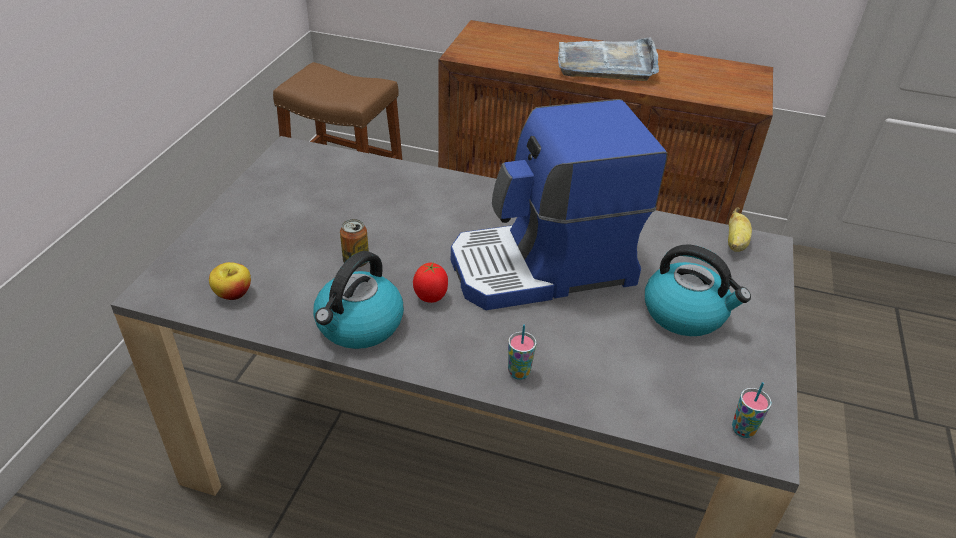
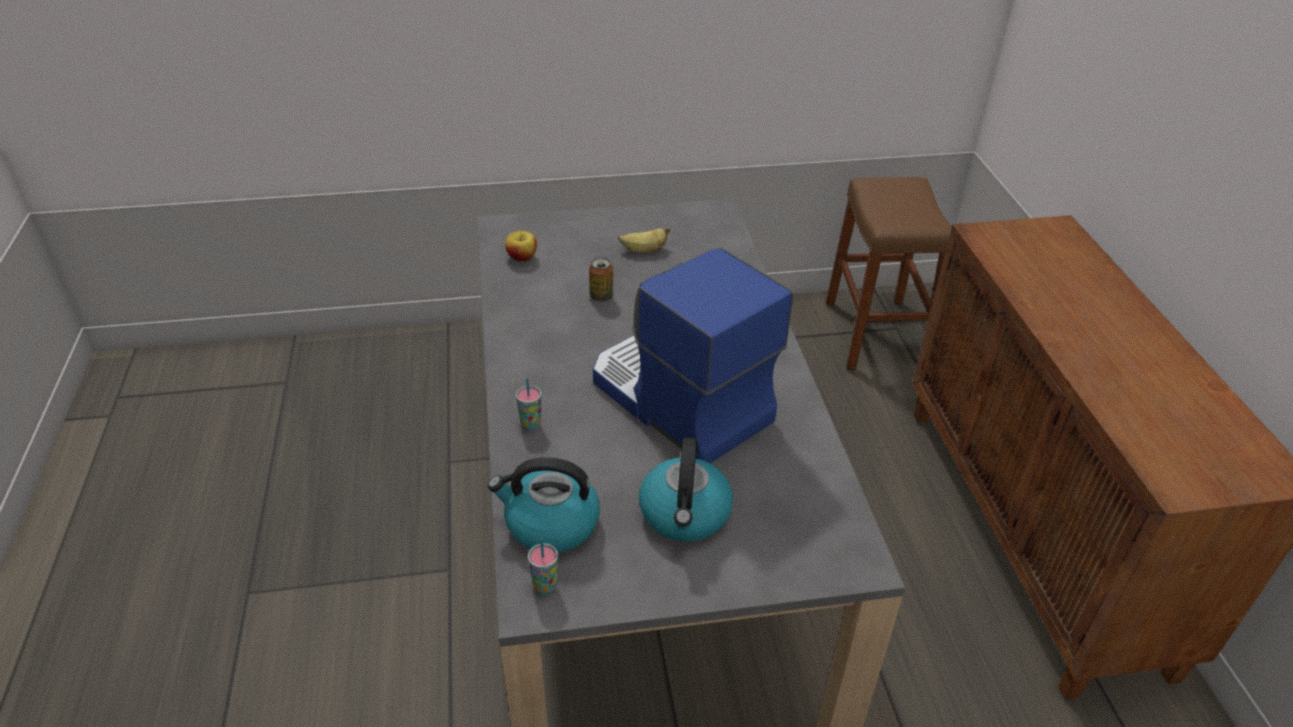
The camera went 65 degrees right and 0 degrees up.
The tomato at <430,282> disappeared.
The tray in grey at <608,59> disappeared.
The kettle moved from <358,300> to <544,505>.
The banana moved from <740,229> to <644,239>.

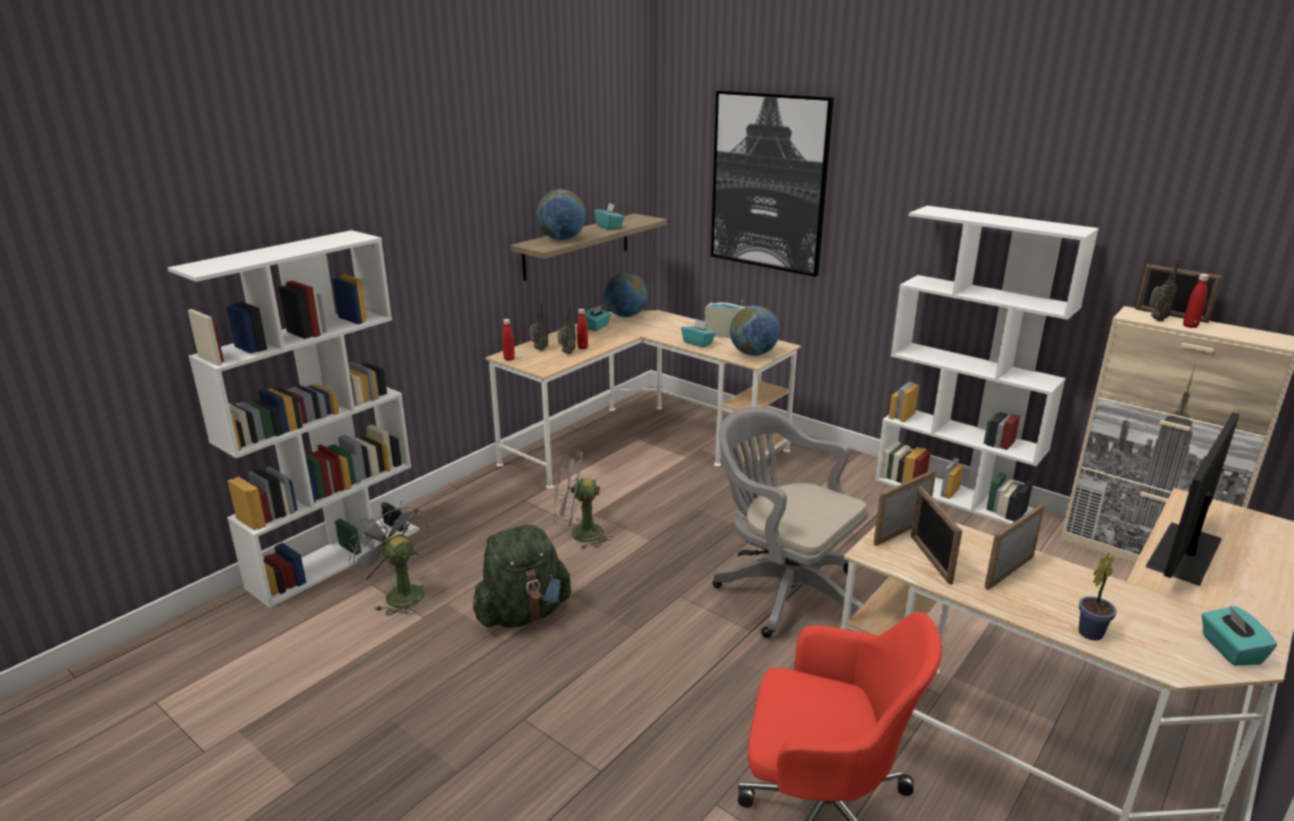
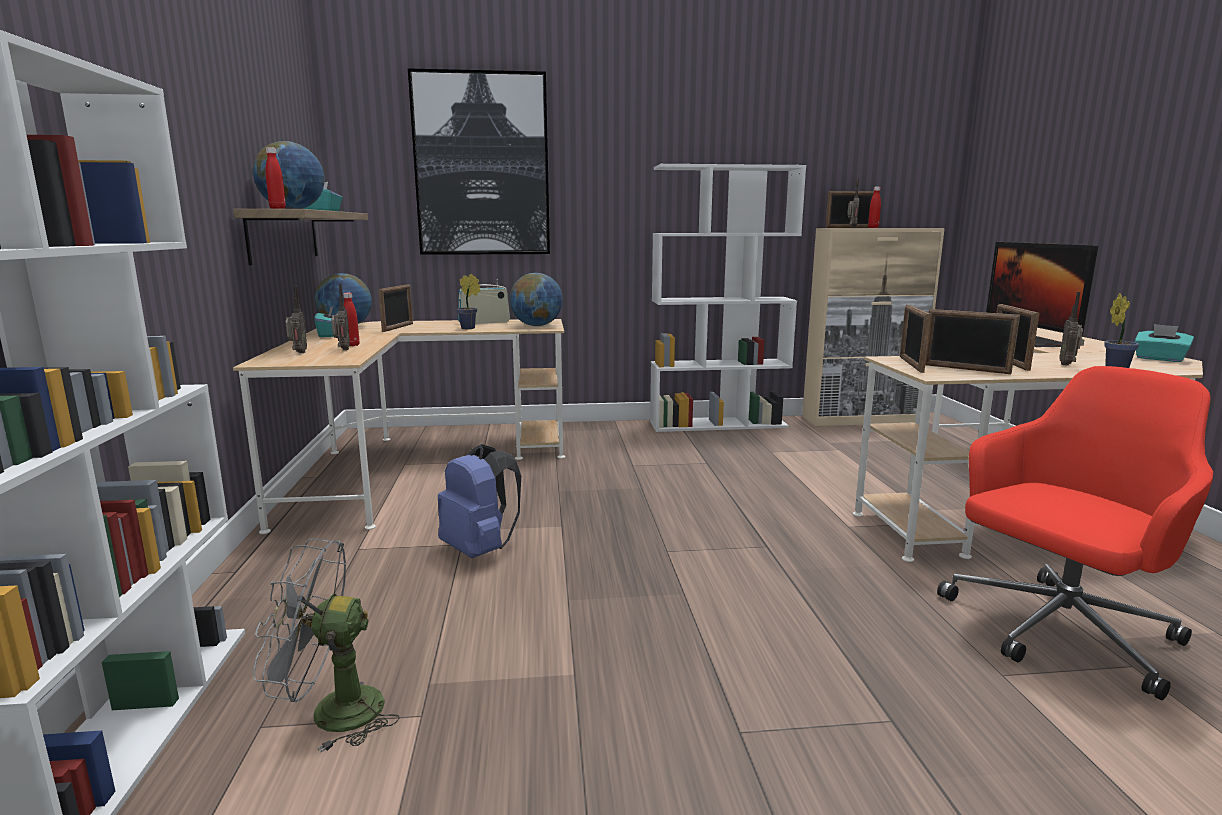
The camera went 45 degrees left and 10 degrees down.
The backpack in green at <522,576> disappeared.
The office chair in grey at <790,522> disappeared.
The picture frame at <395,308> appeared.
The radio at <1071,328> appeared.
The bottle in red moved from <508,340> to <275,178>.
The fan in grey at <584,500> was replaced by the backpack in blue at <479,501>.
The tissue box in turquoise at <698,333> was replaced by the potted plant at <469,301>.

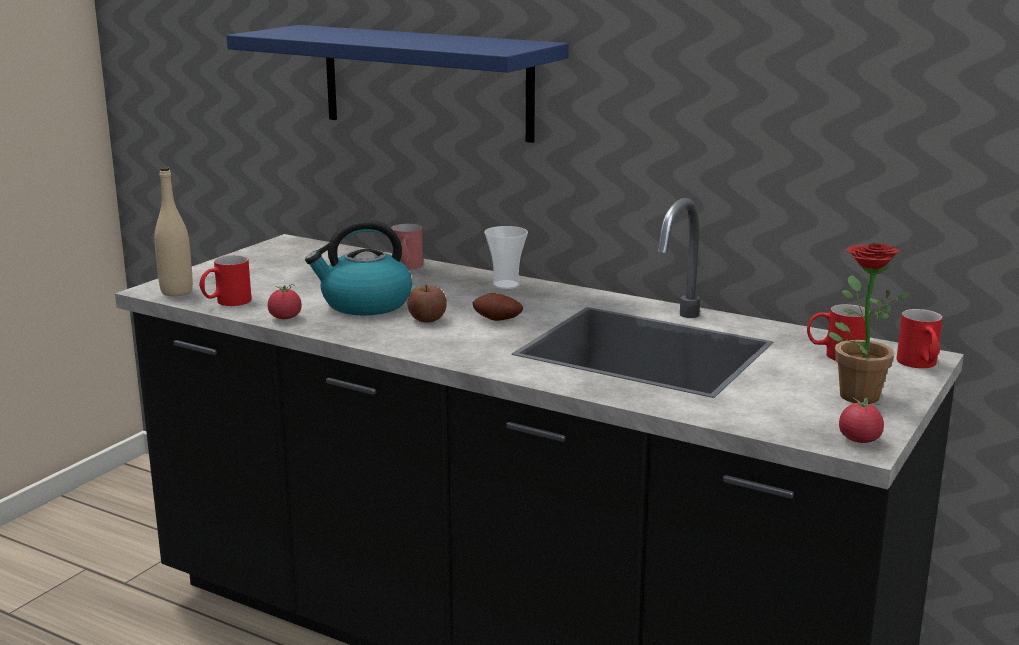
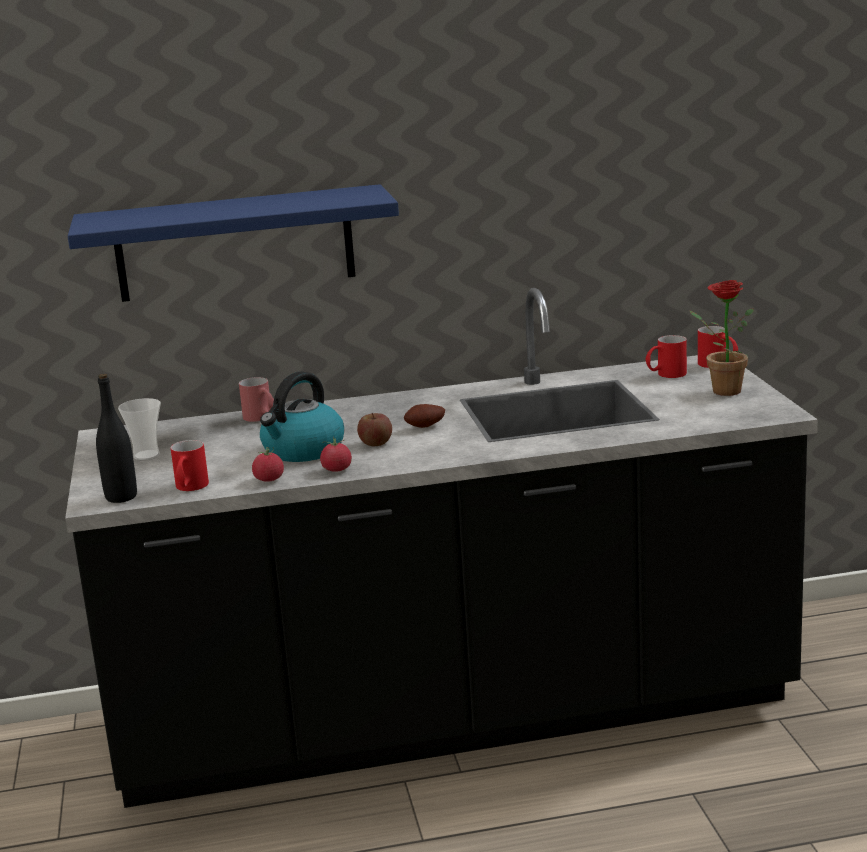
The camera went 40 degrees left and 0 degrees up.
The cup moved from <506,258> to <139,429>.
The tomato moved from <861,419> to <336,454>.
The bottle in beige at <173,231> became the bottle in black at <116,438>.

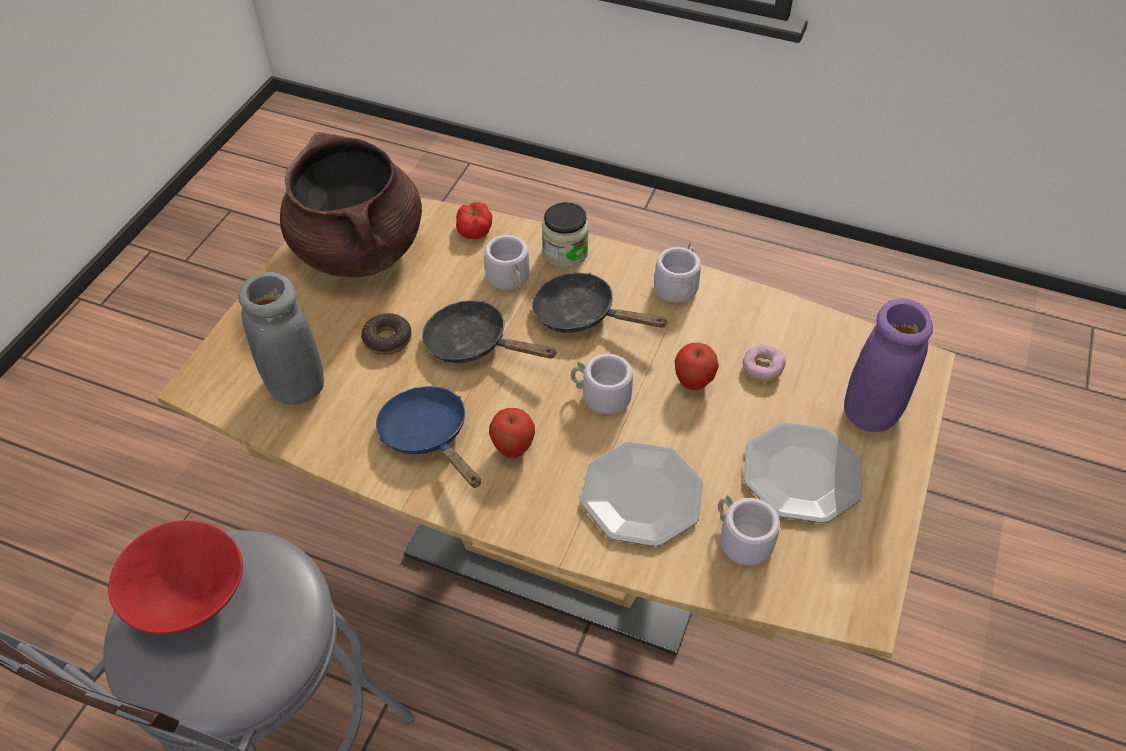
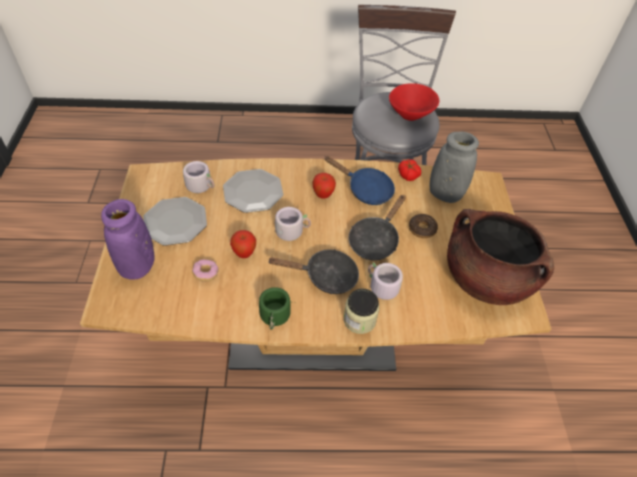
The camera went 155 degrees right and 0 degrees up.
The tomato moved from <474,220> to <409,170>.
The mug in grey at <670,272> became the mug in green at <278,308>.
The frying pan in black at <489,331> turned 120 degrees clockwise.

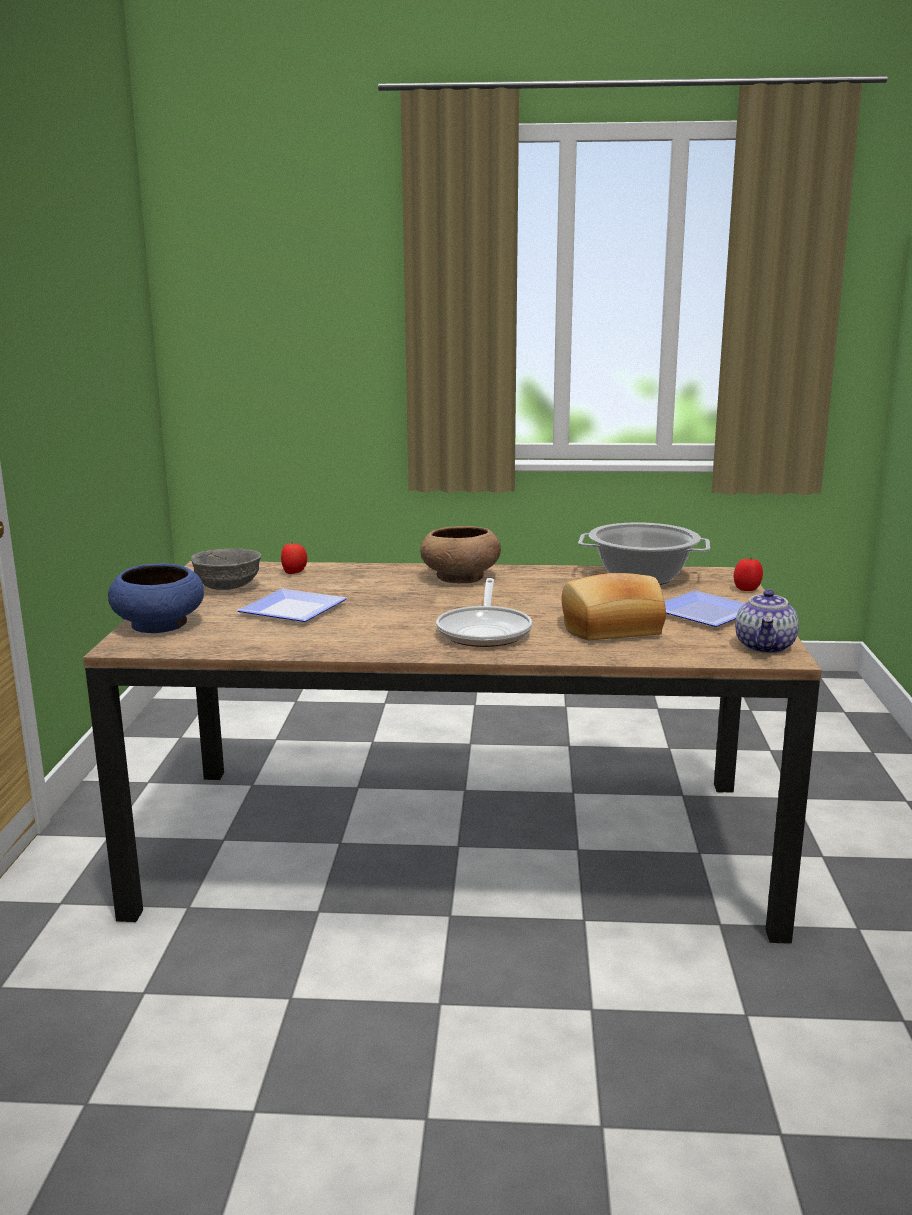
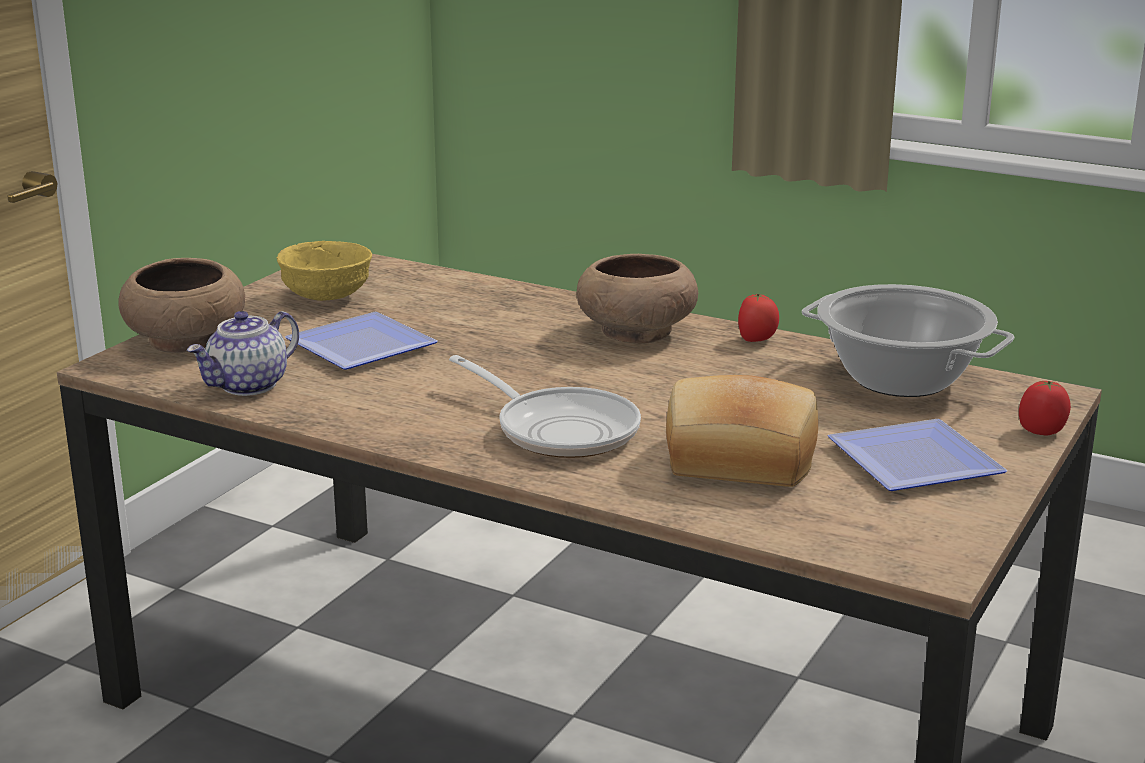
The camera went 25 degrees right and 5 degrees up.
The tomato moved from <294,558> to <758,318>.
The teapot moved from <767,621> to <243,353>.
The bowl in blue at <156,598> became the bowl in brown at <182,305>.
The bowl in grey at <226,569> became the bowl in yellow at <324,271>.
The frying pan at <484,612> turned 75 degrees counterclockwise.

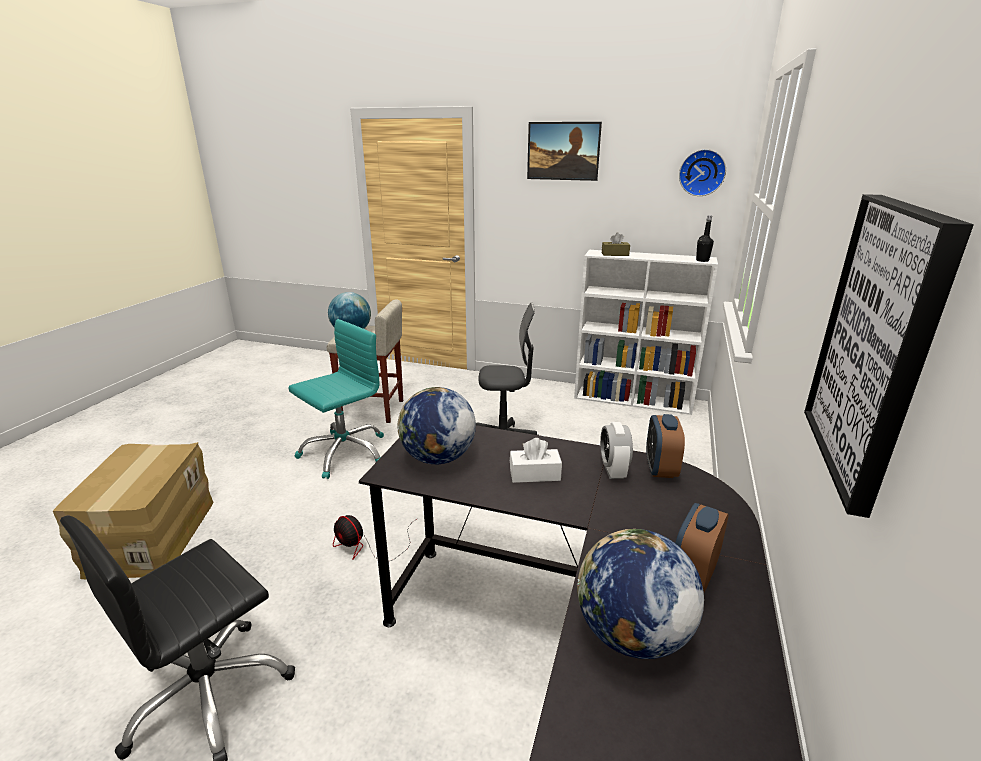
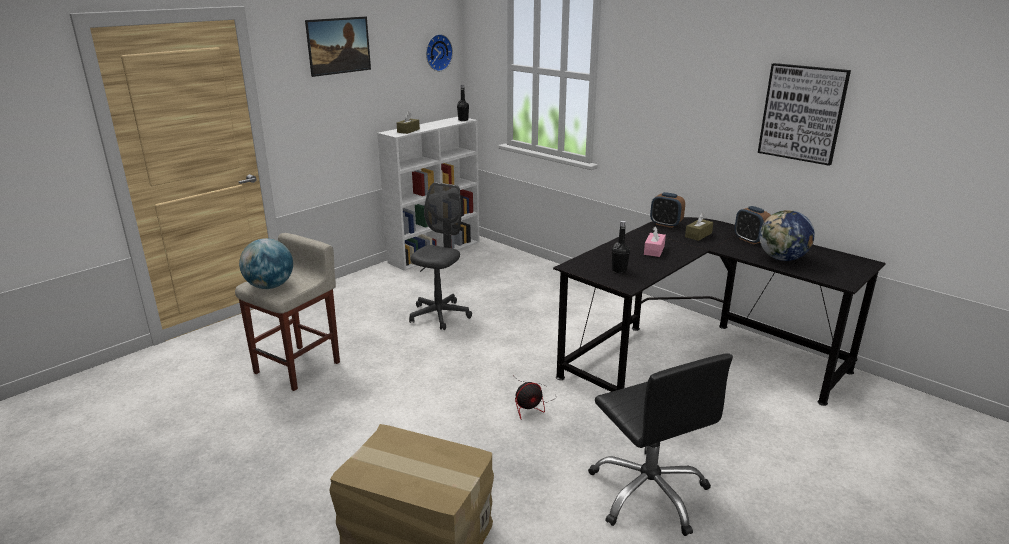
The camera went 65 degrees left and 0 degrees up.
The office chair in turquoise at <336,399> disappeared.
The alarm clock at <616,450> disappeared.
The tissue box in brown at <699,227> appeared.
The globe at <436,425> was replaced by the bottle in black at <621,247>.
The tissue box in white at <536,460> became the tissue box in pink at <655,242>.

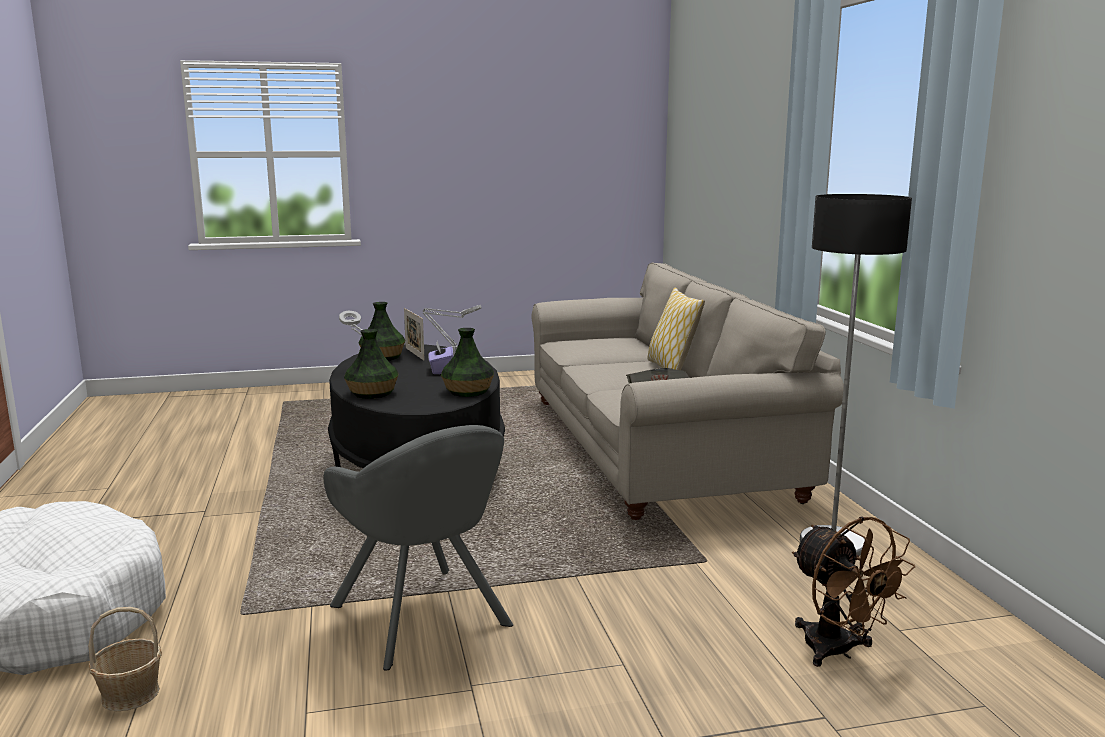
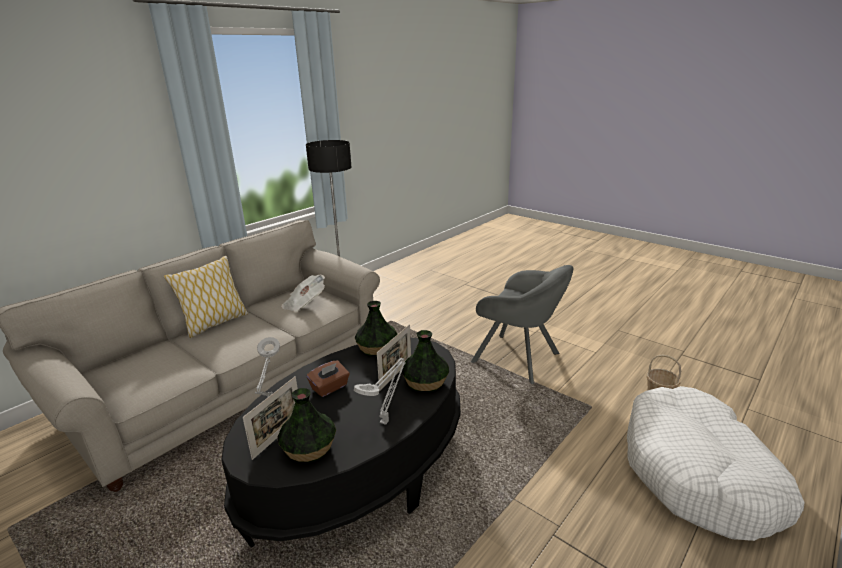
The camera went 125 degrees left and 10 degrees up.
The fan in brown at <853,591> disappeared.
The picture frame at <394,357> appeared.
The tissue box in purple at <440,357> became the tissue box in brown at <328,378>.
The armchair in grey at <418,548> turned 105 degrees clockwise.

